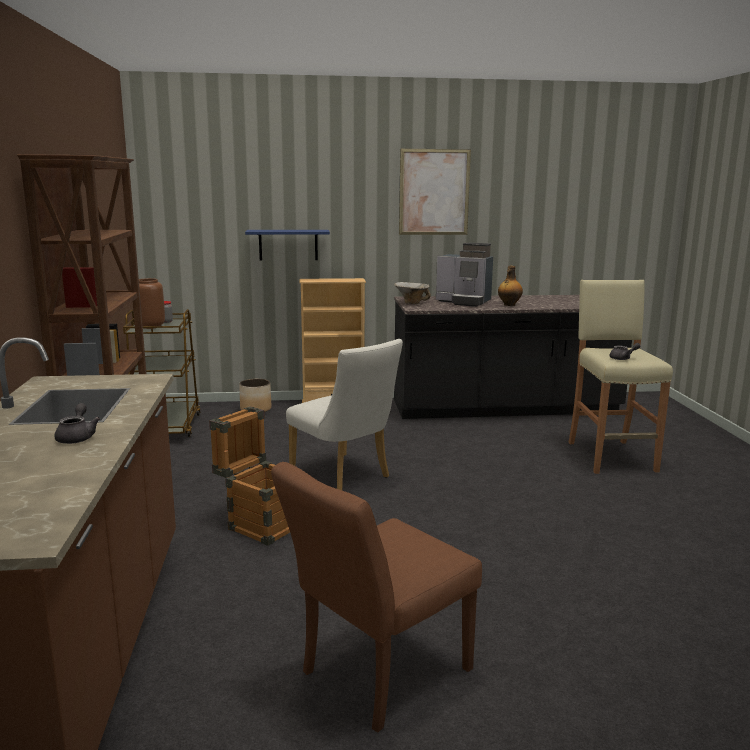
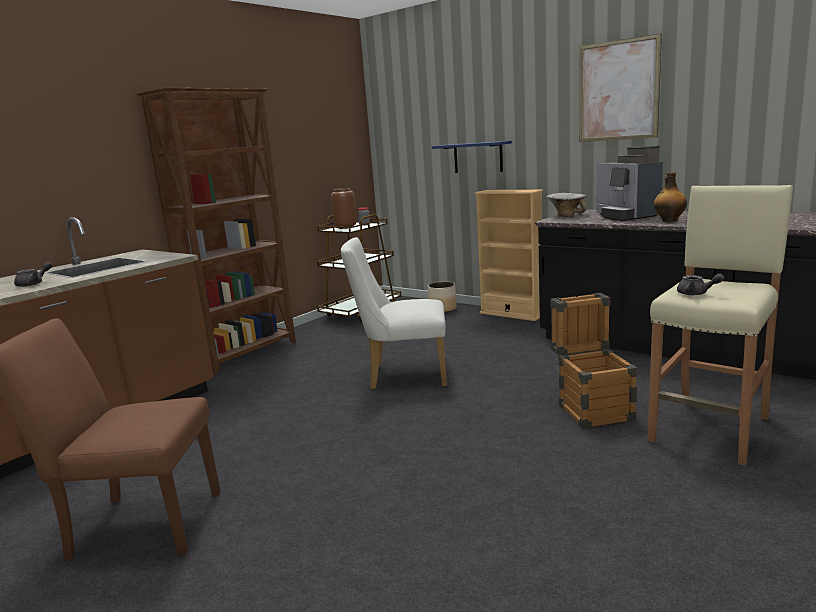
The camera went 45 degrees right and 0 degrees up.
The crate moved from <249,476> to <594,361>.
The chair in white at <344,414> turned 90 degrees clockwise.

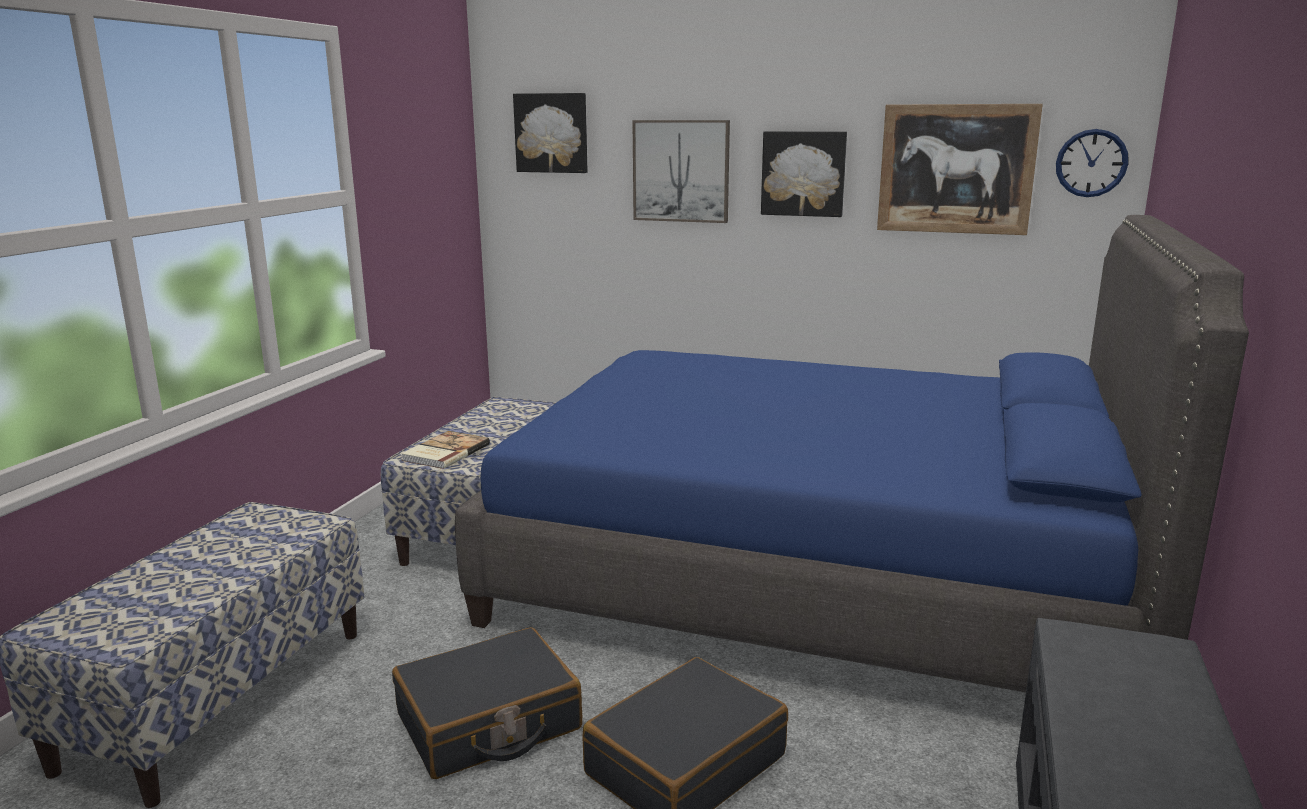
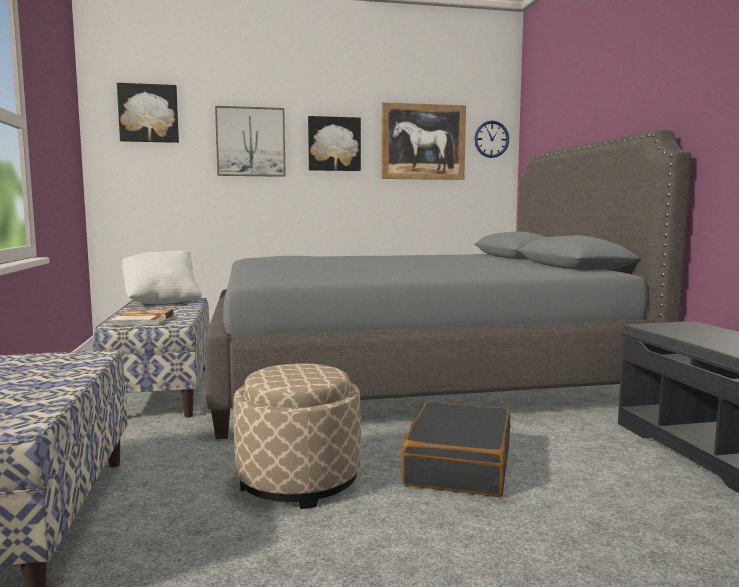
The camera went 30 degrees left and 10 degrees down.
The pillow in white at <162,277> appeared.
The suitcase in black at <487,703> was replaced by the ottoman in beige at <297,436>.
The bed in blue at <852,453> became the bed in grey at <448,284>.

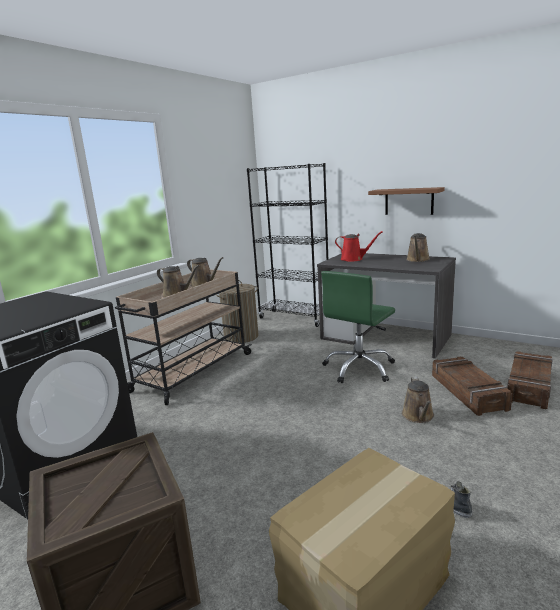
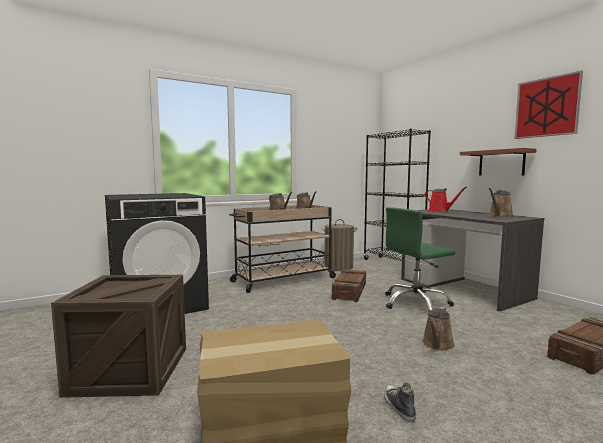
The camera went 25 degrees right and 10 degrees down.
The picture at <548,104> appeared.
The crate moved from <472,386> to <349,285>.

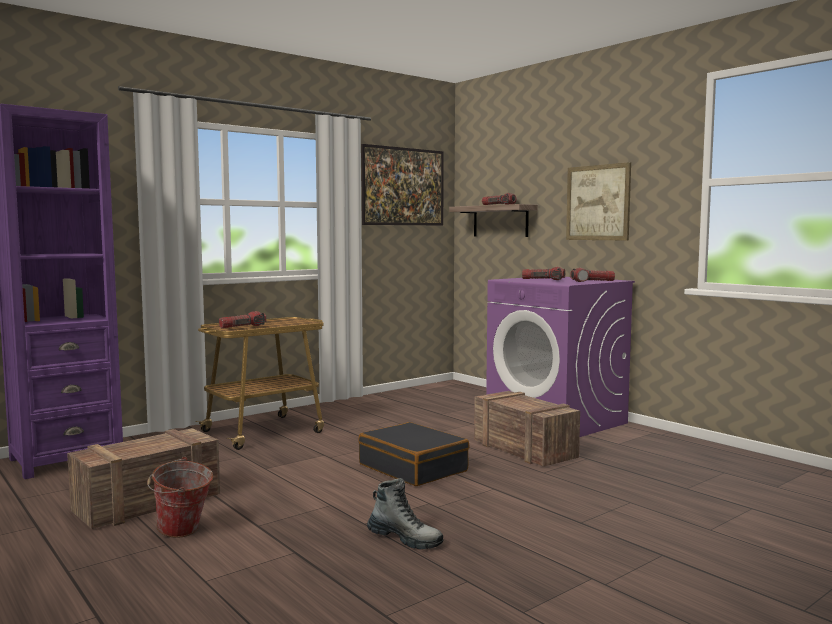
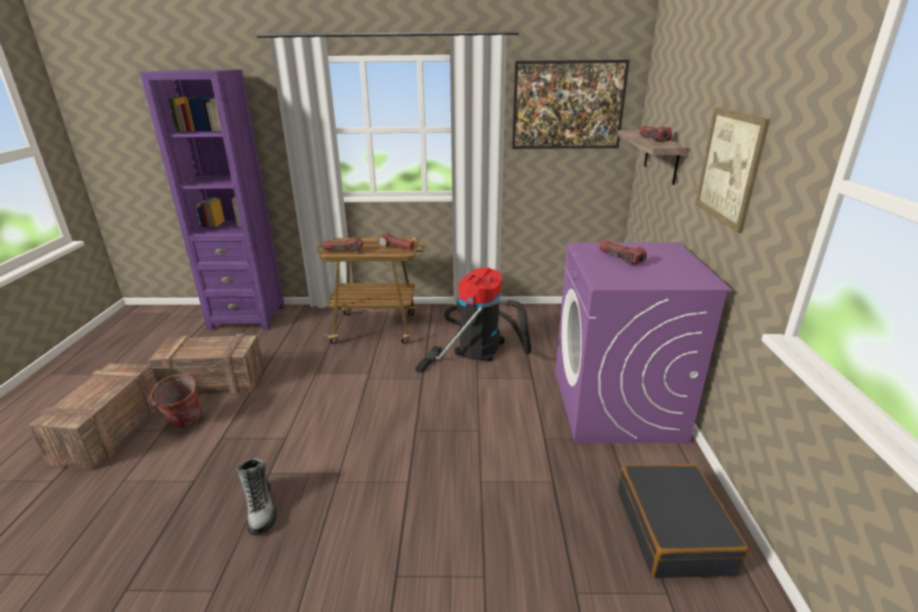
The camera went 40 degrees right and 20 degrees up.
The vacuum cleaner at <473,320> appeared.
The suitcase in black moved from <414,454> to <683,521>.
The crate moved from <527,429> to <92,416>.
The flashlight moved from <592,275> to <396,241>.

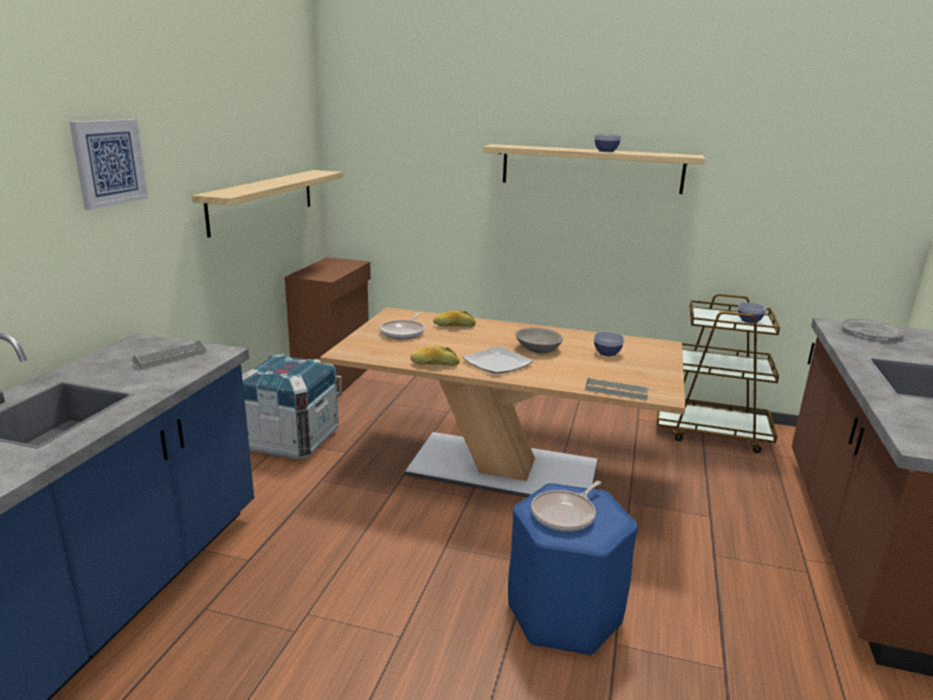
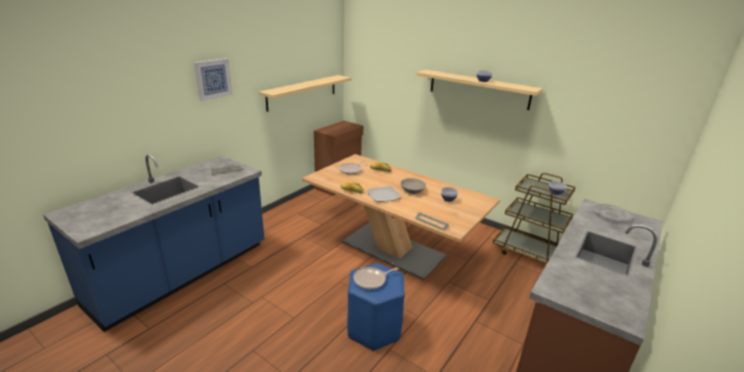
The camera went 20 degrees right and 5 degrees up.
The crate at <290,407> disappeared.

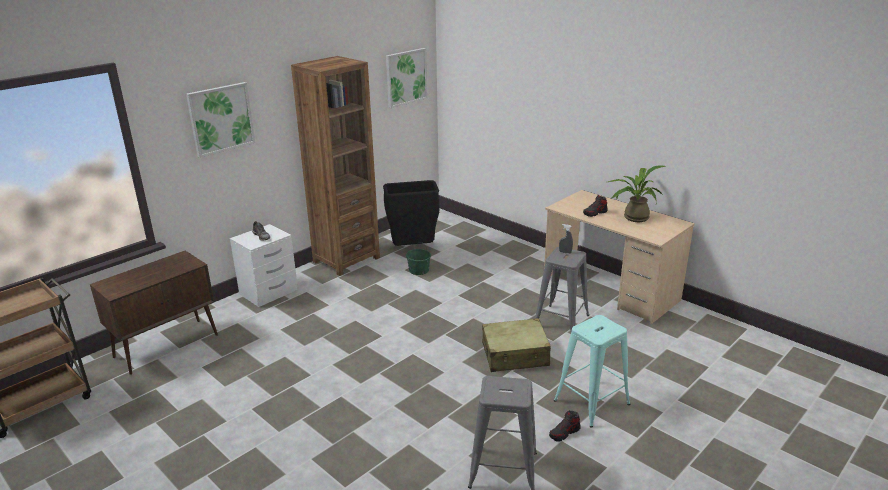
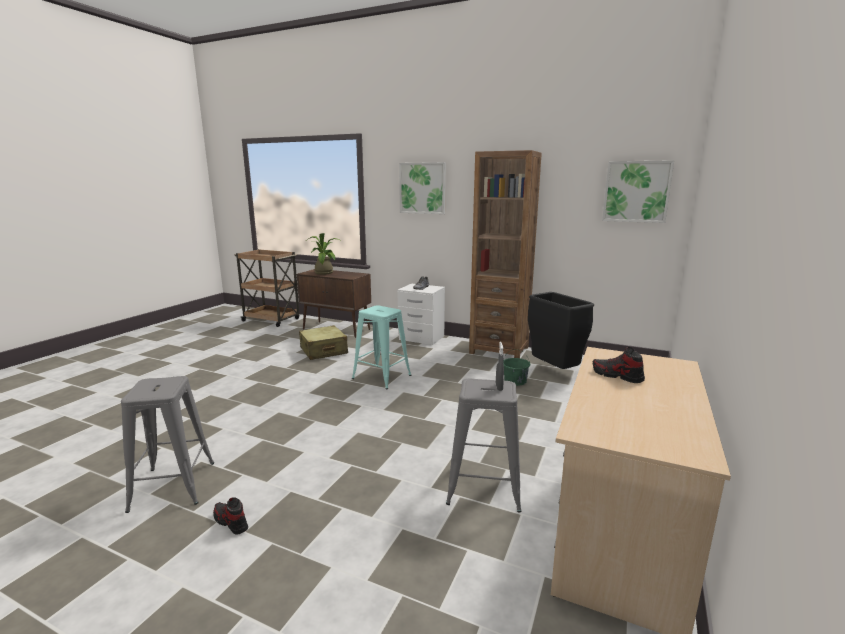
The camera went 70 degrees right and 10 degrees down.
The suitcase in beige moved from <516,345> to <323,342>.
The stool in turquoise moved from <592,371> to <382,347>.
The potted plant moved from <637,193> to <324,254>.

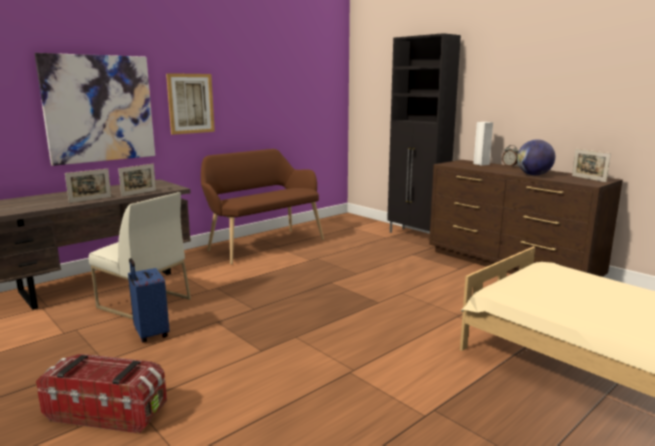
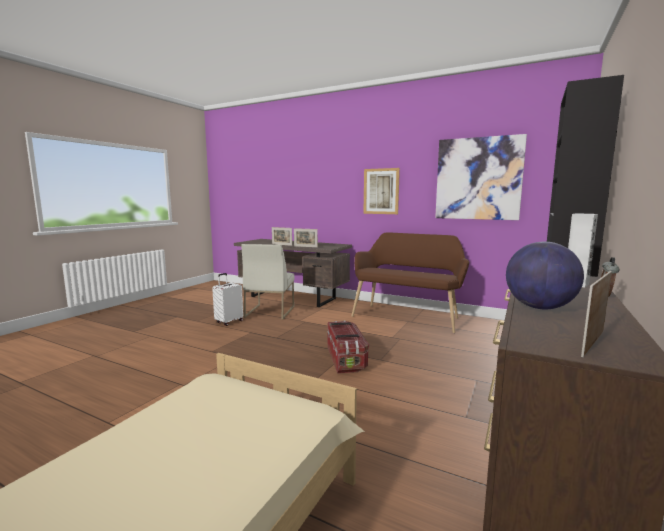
The camera went 70 degrees right and 5 degrees down.
The picture moved from <95,109> to <481,177>.
The storage box moved from <101,394> to <348,347>.
The suitcase in blue at <149,300> became the suitcase in white at <227,299>.

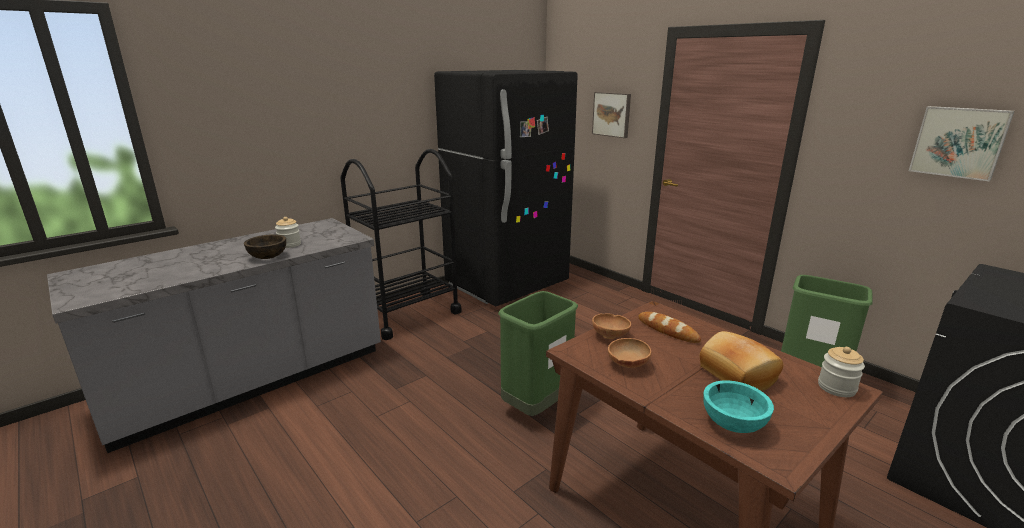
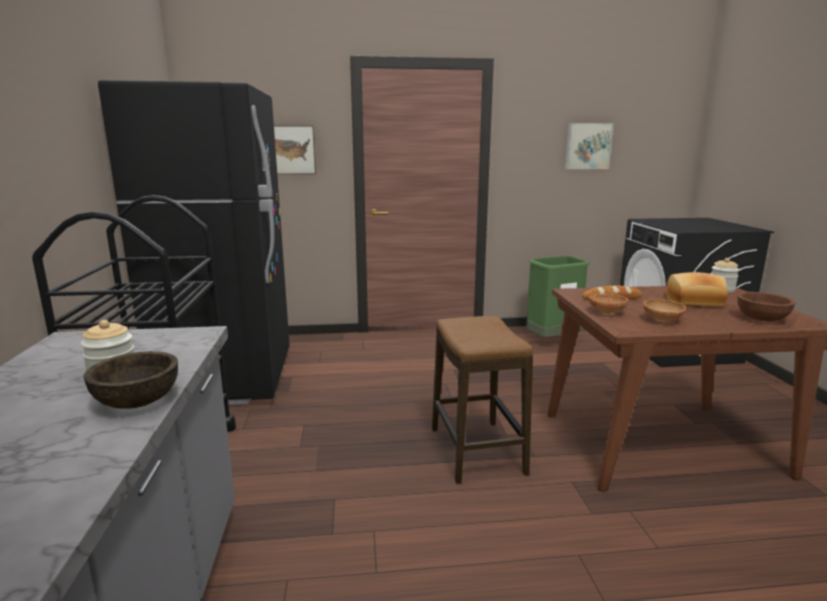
The camera went 55 degrees left and 5 degrees down.
The trash can in green at <538,353> was replaced by the stool at <482,400>.
The bowl in turquoise at <739,407> became the bowl in brown at <766,307>.

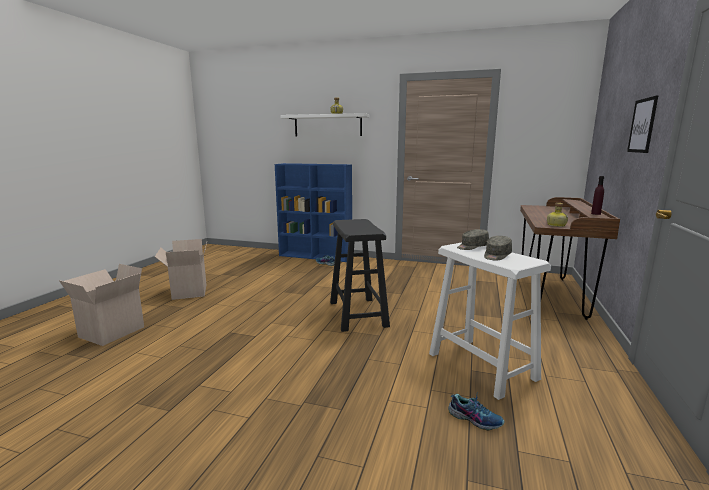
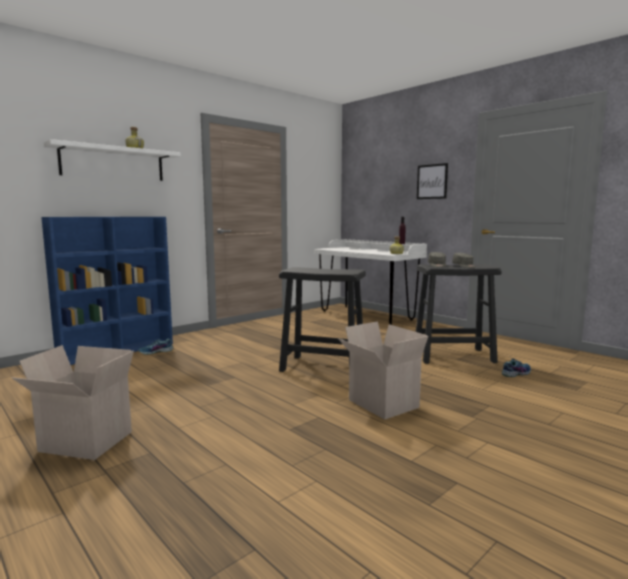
The camera went 60 degrees left and 5 degrees down.
The cardboard box moved from <101,305> to <383,370>.
The stool in white at <490,321> became the stool in black at <459,314>.
The desk in brown at <570,258> became the desk in white at <370,282>.

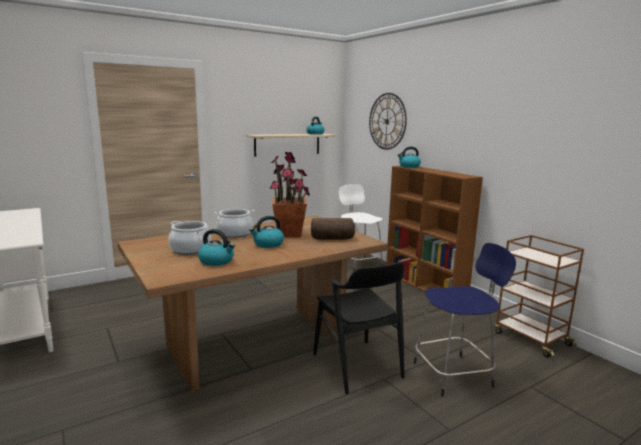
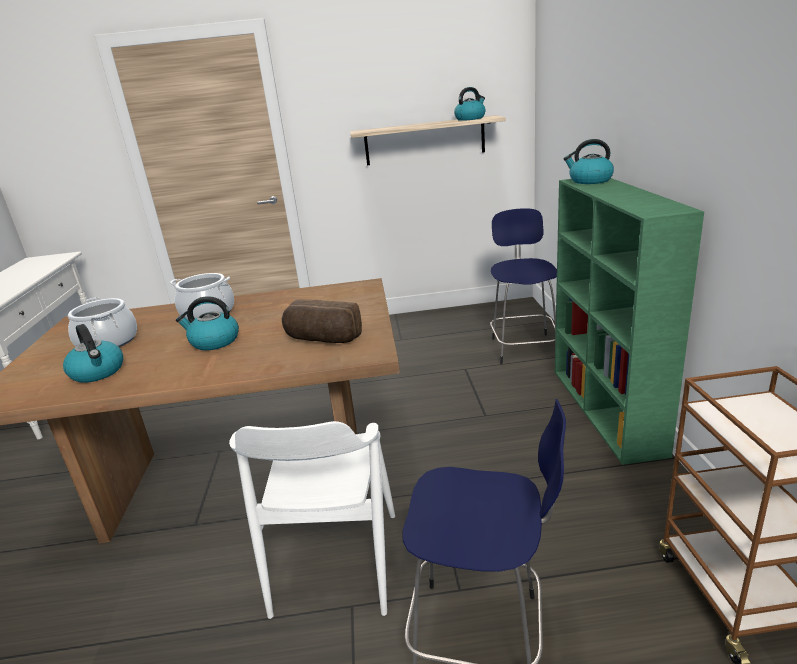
The camera went 30 degrees right and 10 degrees up.
The potted plant at <289,194> disappeared.
The wall clock at <388,121> disappeared.
The chair in black at <359,328> became the chair in white at <312,520>.
The stool in white at <361,228> became the stool in blue at <523,286>.
The bookcase in brown at <434,229> became the bookcase in green at <629,321>.

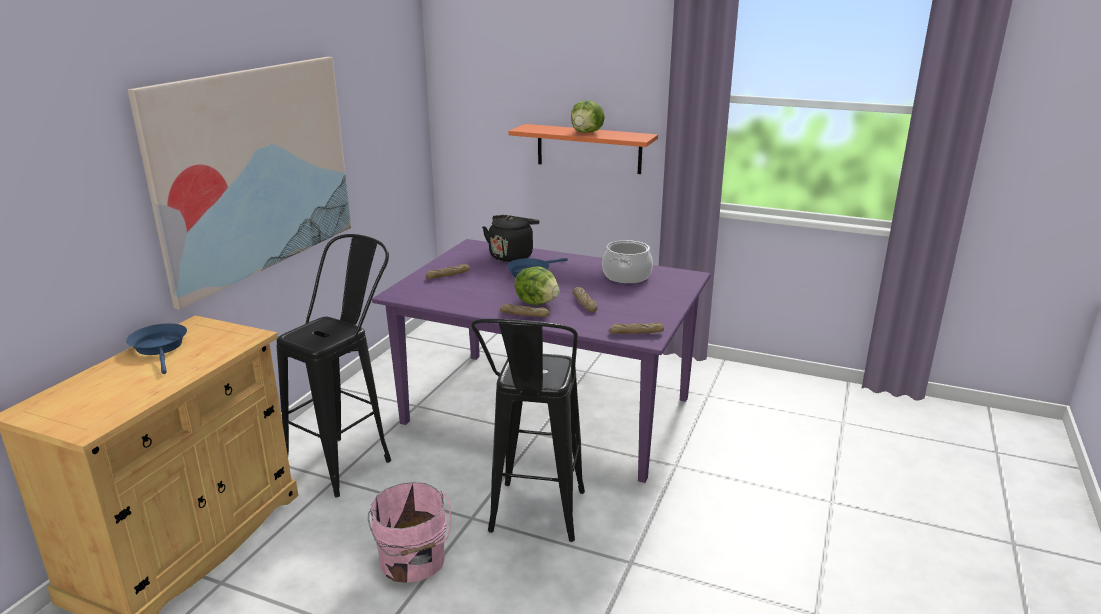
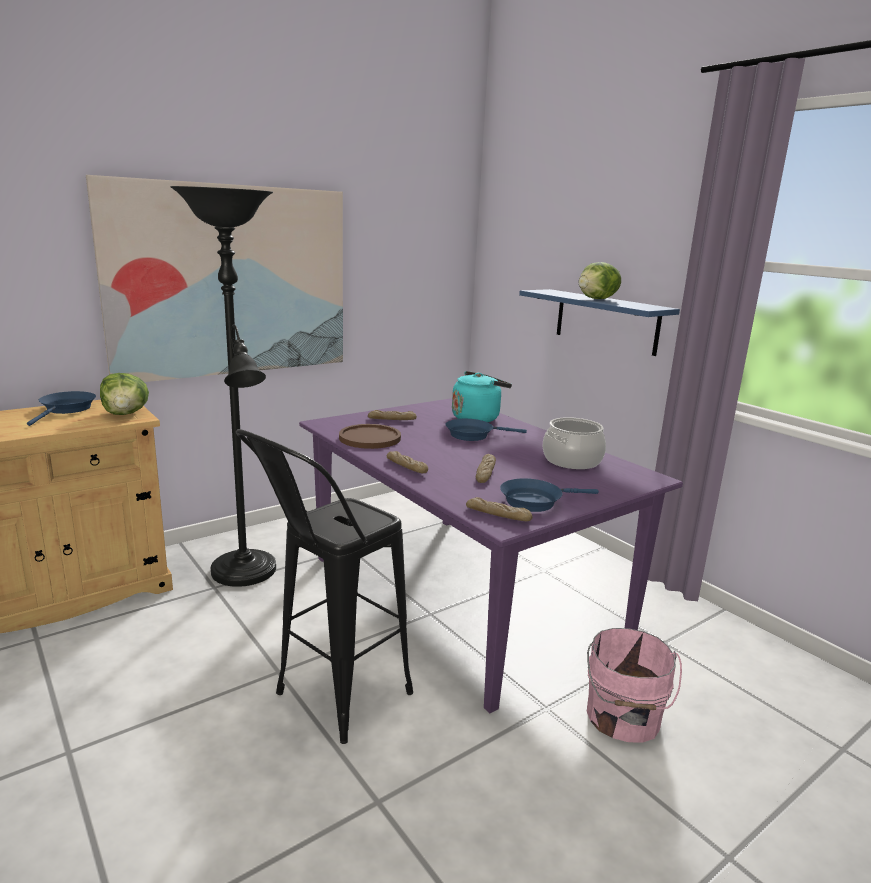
The camera went 30 degrees right and 5 degrees down.
The plate in brown at <370,436> appeared.
The frying pan in blue at <549,495> appeared.
The bucket in pink moved from <409,532> to <634,685>.
The lettuce moved from <537,285> to <124,394>.
The stool in black at <334,365> was replaced by the floor lamp in black at <223,386>.
The kettle in black at <510,238> became the kettle in turquoise at <482,396>.
The shelf in orange at <583,149> became the shelf in blue at <599,322>.

